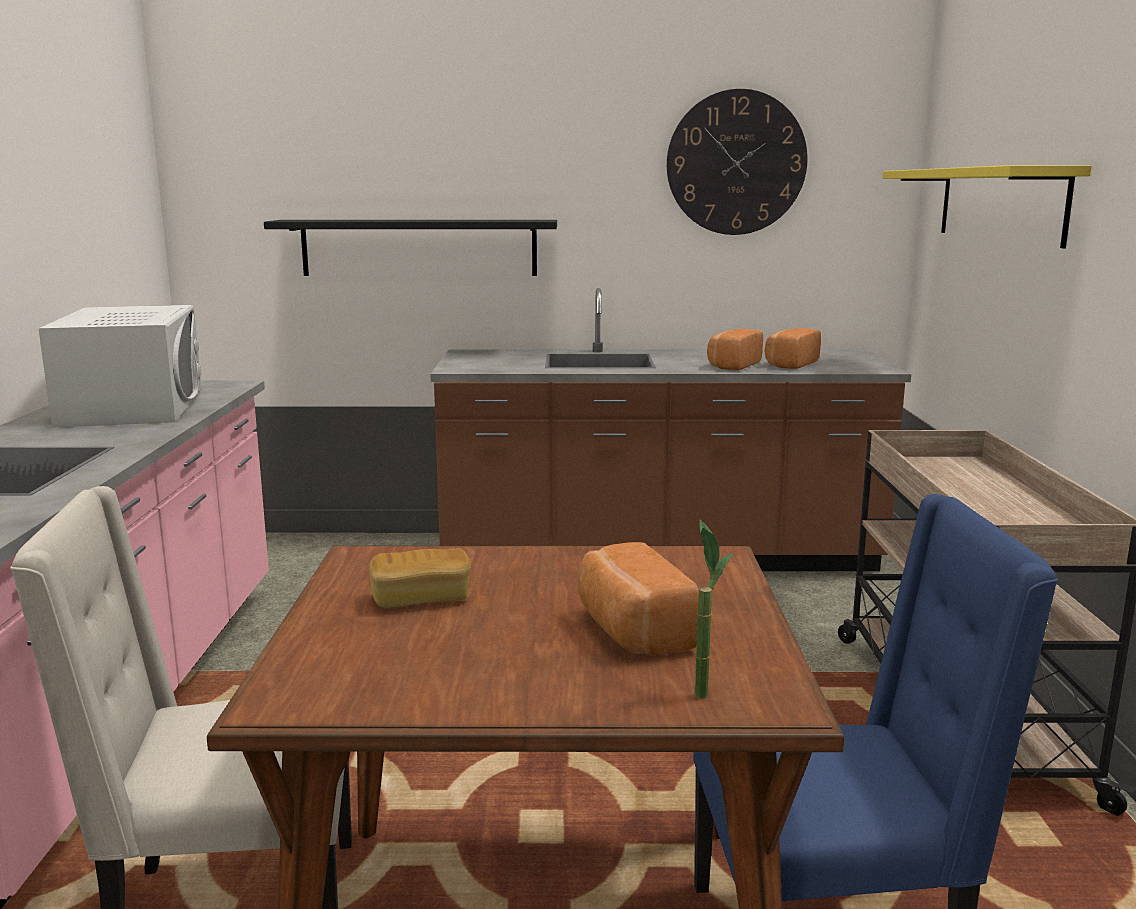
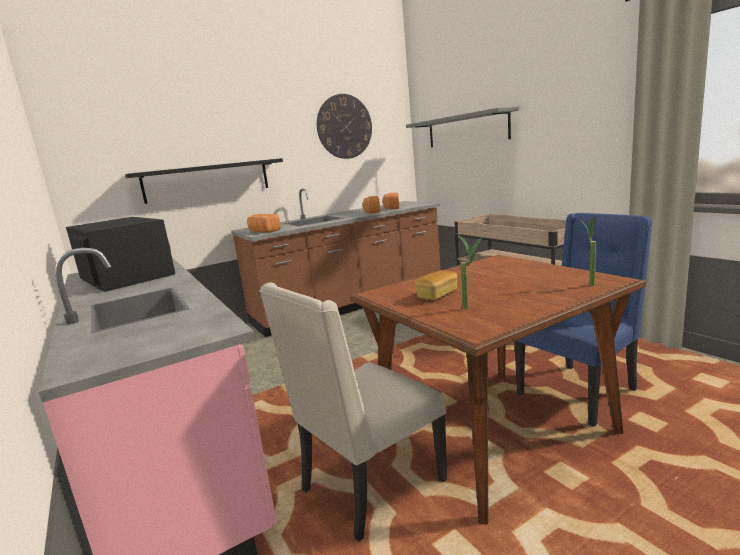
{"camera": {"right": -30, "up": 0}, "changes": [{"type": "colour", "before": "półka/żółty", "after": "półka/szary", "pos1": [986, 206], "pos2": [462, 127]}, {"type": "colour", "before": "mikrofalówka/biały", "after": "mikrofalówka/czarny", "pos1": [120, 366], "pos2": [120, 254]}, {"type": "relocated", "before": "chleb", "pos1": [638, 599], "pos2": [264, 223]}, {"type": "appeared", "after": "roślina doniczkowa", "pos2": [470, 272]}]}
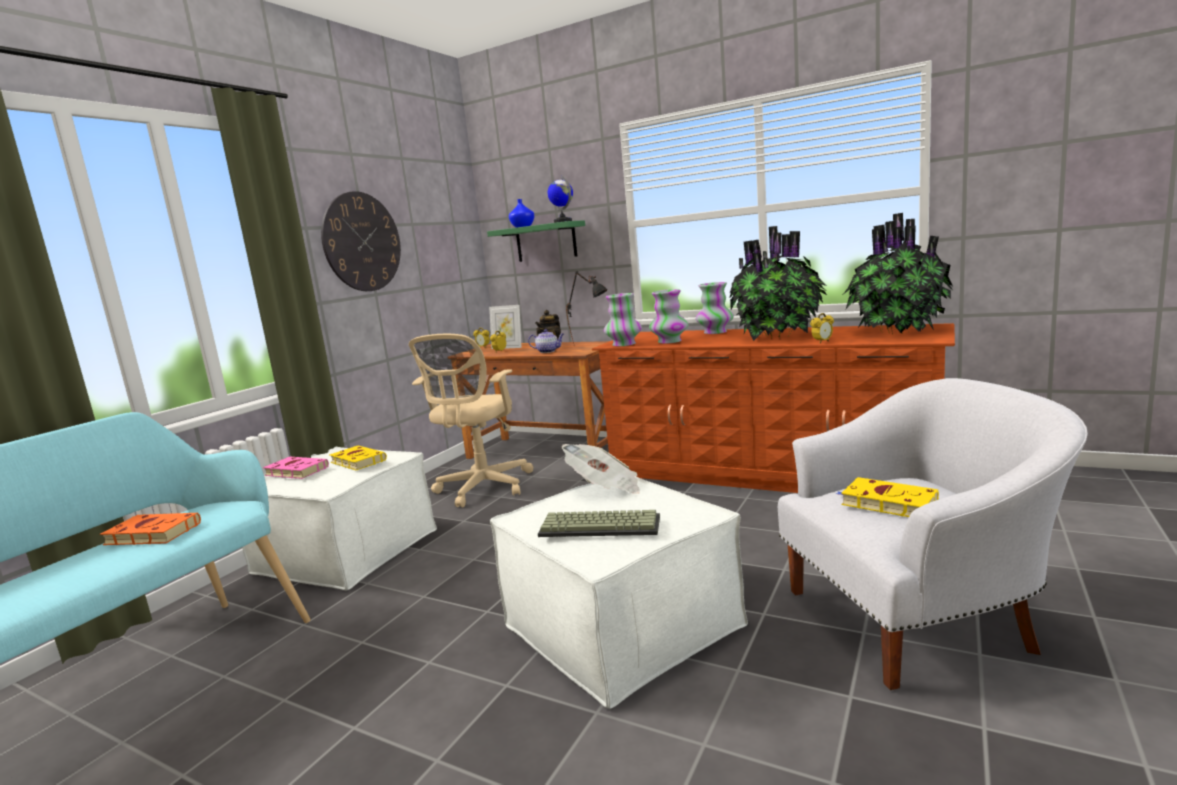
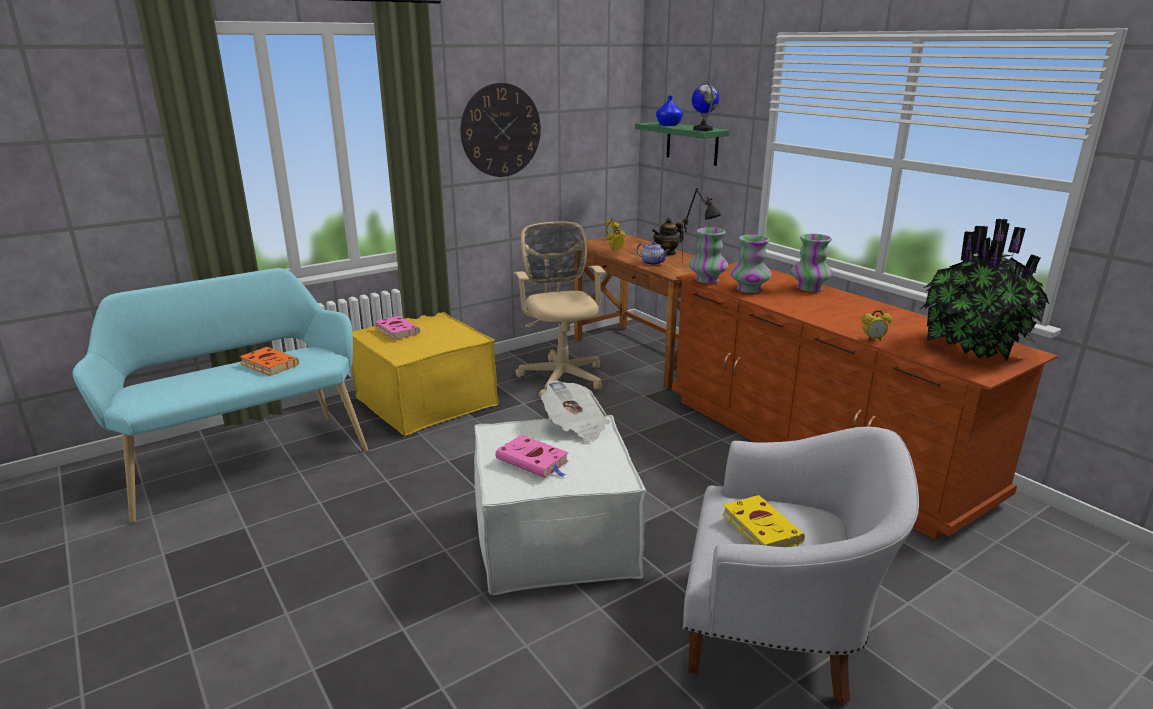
{"camera": {"right": 25, "up": 10}, "changes": [{"type": "missing", "before": "roślina doniczkowa", "pos1": [778, 283]}, {"type": "missing", "before": "ramka na zdjęcie", "pos1": [505, 327]}, {"type": "spun", "before": "krzesło biurowe/beżowy", "pos1": [471, 420], "pos2": [560, 310], "turn": 120}, {"type": "missing", "before": "książka/żółty", "pos1": [358, 457]}, {"type": "colour", "before": "pufa/biały", "after": "pufa/żółty", "pos1": [339, 518], "pos2": [425, 374]}, {"type": "exchanged", "before": "klawiatura", "after": "książka/różowy", "pos1": [599, 523], "pos2": [532, 456]}]}
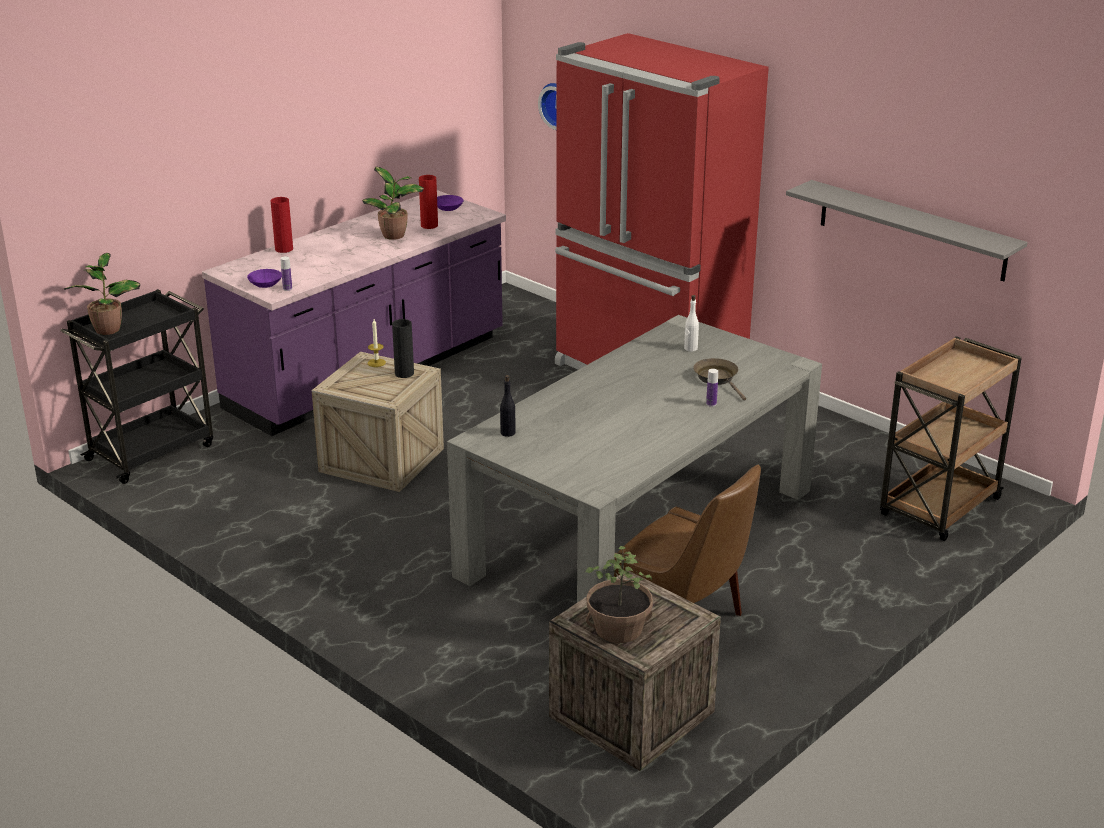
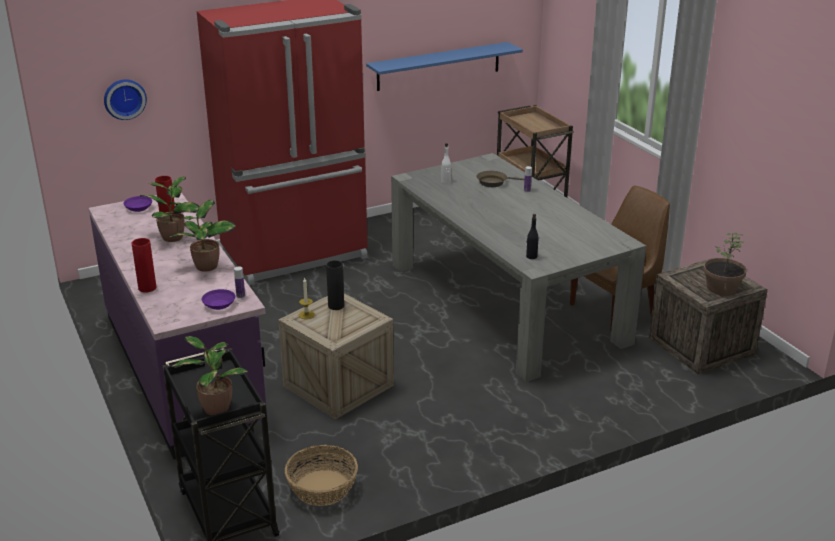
{"camera": {"right": -70, "up": 0}, "changes": [{"type": "colour", "before": "półka/szary", "after": "półka/niebieski", "pos1": [907, 230], "pos2": [444, 66]}, {"type": "appeared", "after": "roślina doniczkowa", "pos2": [203, 236]}, {"type": "appeared", "after": "koszyk", "pos2": [321, 475]}]}
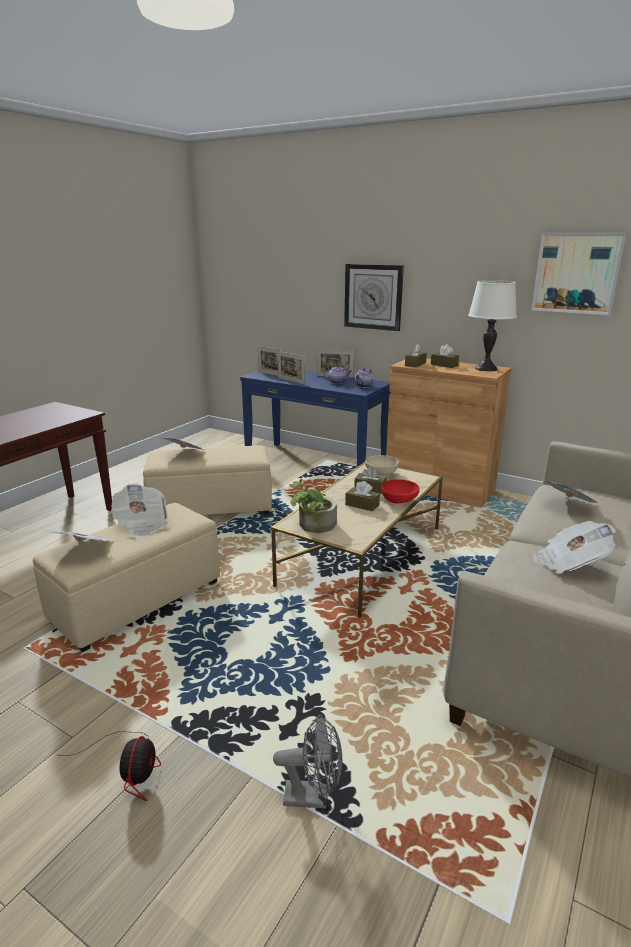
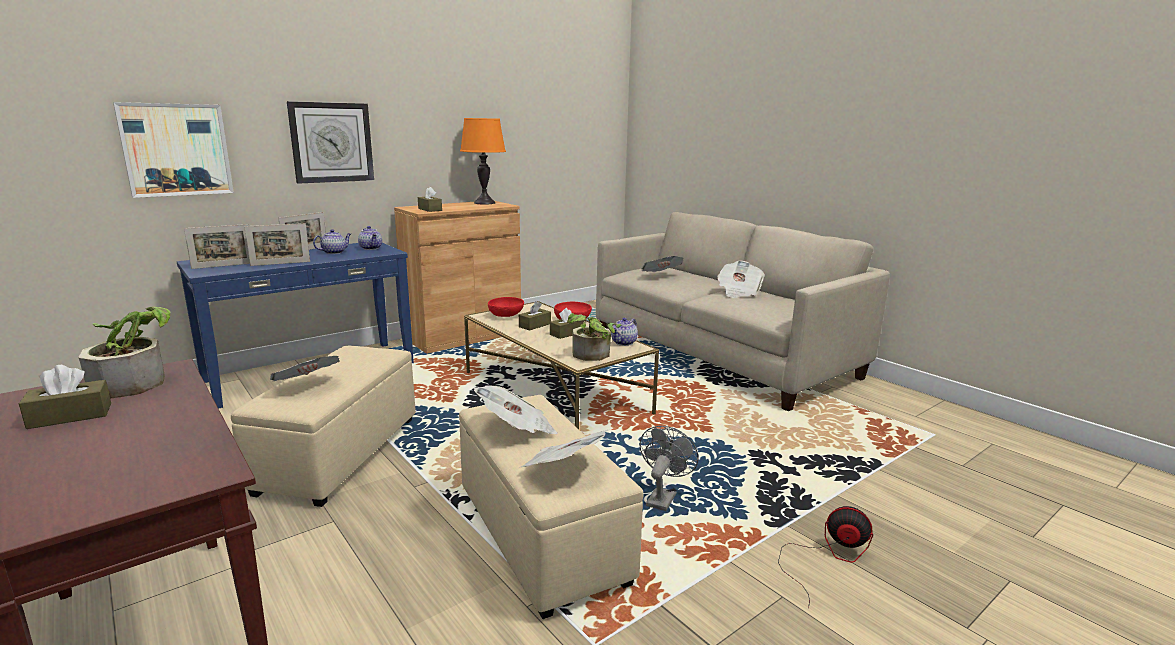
{"camera": {"right": -70, "up": -5}, "changes": [{"type": "relocated", "before": "obraz", "pos1": [578, 274], "pos2": [173, 150]}, {"type": "colour", "before": "lampa stołowa/biały", "after": "lampa stołowa/pomarańczowy", "pos1": [492, 325], "pos2": [483, 161]}, {"type": "relocated", "before": "pudełko chusteczek/brązowy", "pos1": [445, 356], "pos2": [65, 397]}, {"type": "colour", "before": "miska/beżowy", "after": "miska/czerwony", "pos1": [382, 465], "pos2": [506, 307]}, {"type": "relocated", "before": "wentylator/szary", "pos1": [307, 761], "pos2": [669, 468]}, {"type": "appeared", "after": "roślina doniczkowa", "pos2": [124, 352]}, {"type": "appeared", "after": "imbryk", "pos2": [624, 332]}]}
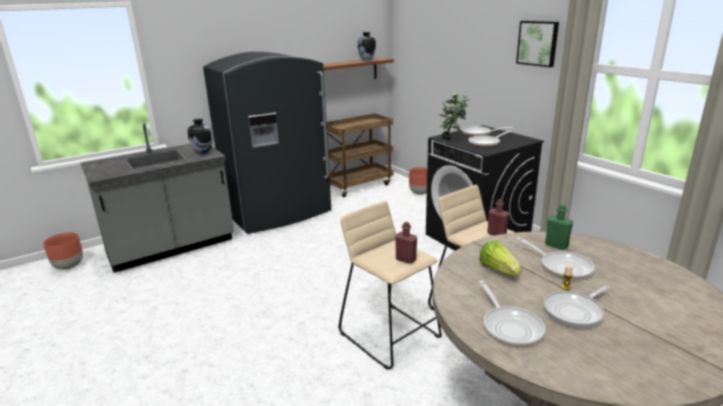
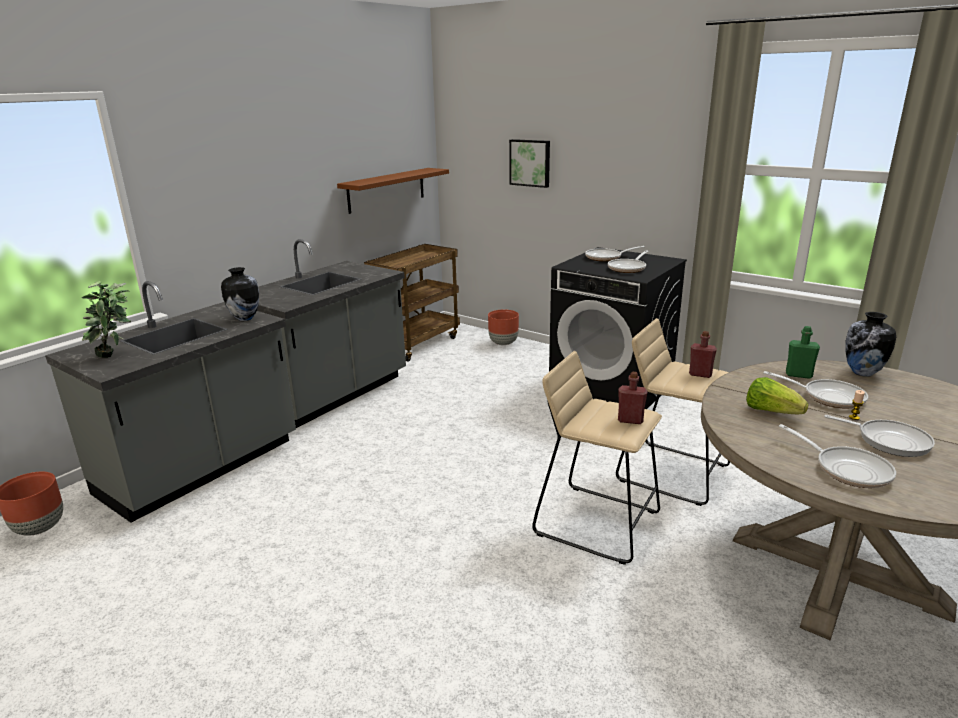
{"camera": {"right": -20, "up": 0}, "changes": [{"type": "relocated", "before": "obraz", "pos1": [537, 44], "pos2": [529, 163]}, {"type": "relocated", "before": "wazon", "pos1": [367, 46], "pos2": [870, 344]}, {"type": "exchanged", "before": "lodówka/szary", "after": "zabudowa kuchenna/szary", "pos1": [267, 143], "pos2": [331, 333]}, {"type": "relocated", "before": "roślina doniczkowa", "pos1": [455, 116], "pos2": [106, 319]}, {"type": "spun", "before": "patelnia", "pos1": [576, 307], "pos2": [879, 436], "turn": -90}]}
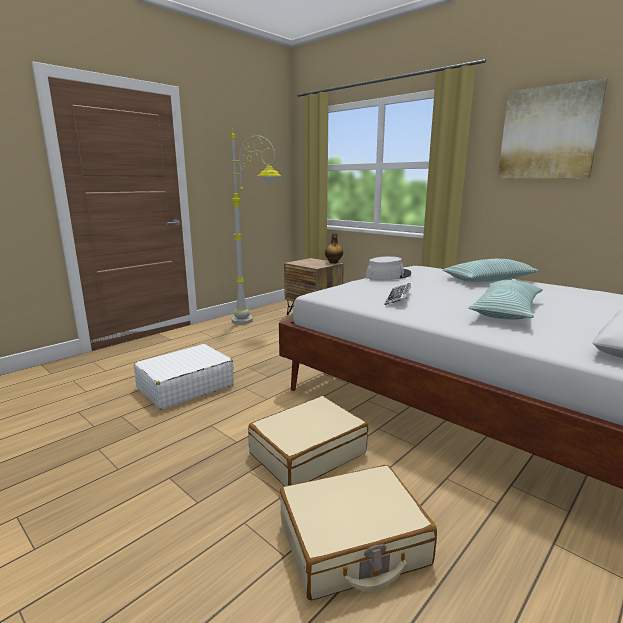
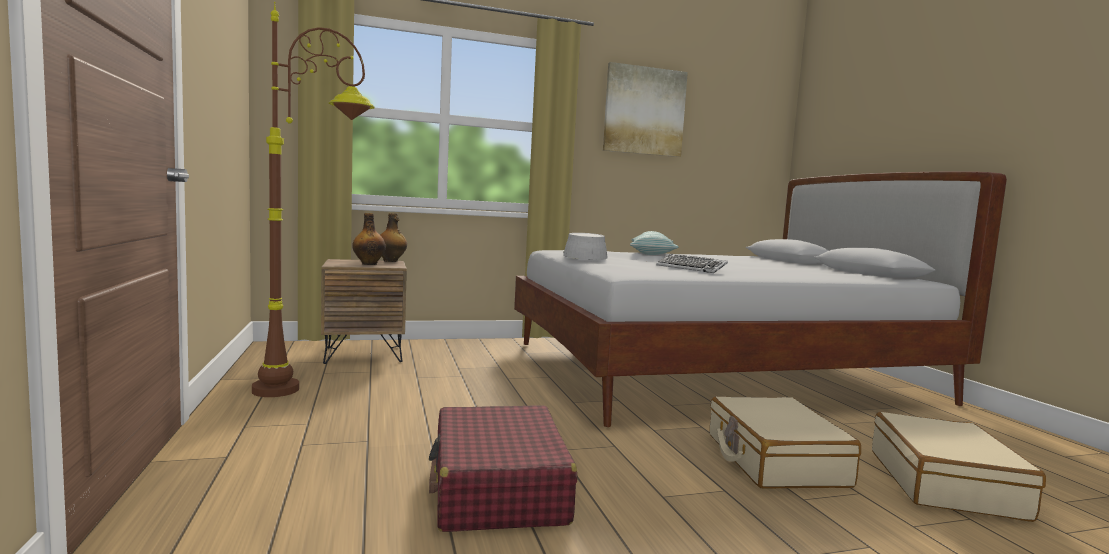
{"camera": {"right": -60, "up": -10}, "changes": [{"type": "colour", "before": "lampa stojąca/szary", "after": "lampa stojąca/brązowy", "pos1": [256, 227], "pos2": [313, 199]}, {"type": "missing", "before": "poduszka", "pos1": [506, 300]}, {"type": "colour", "before": "walizka/biały", "after": "walizka/czerwony", "pos1": [184, 377], "pos2": [503, 468]}, {"type": "appeared", "after": "butelka", "pos2": [369, 239]}]}
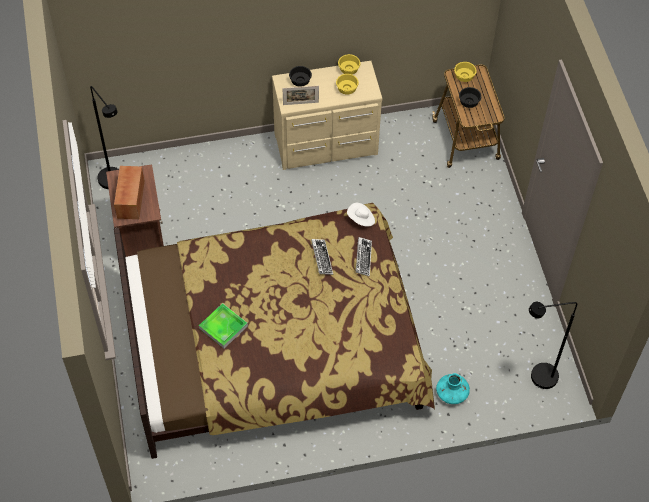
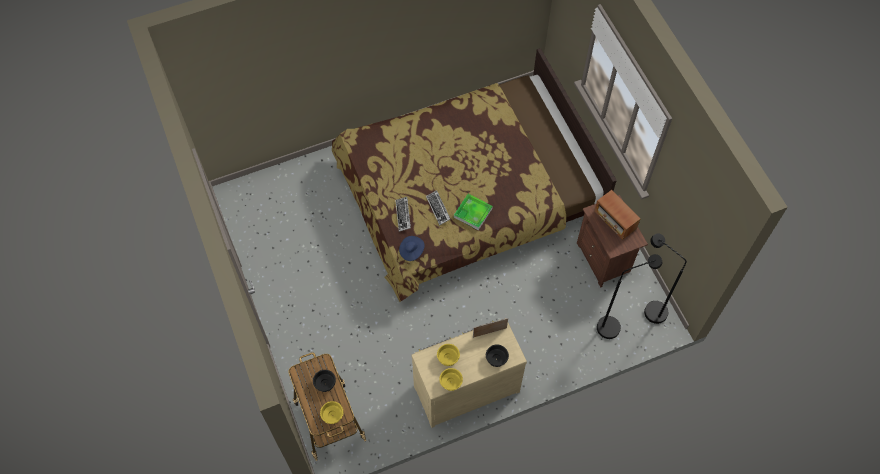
{"camera": {"right": 170, "up": 5}, "changes": [{"type": "spun", "before": "radio", "pos1": [129, 192], "pos2": [617, 215], "turn": 150}, {"type": "colour", "before": "kapelusz/biały", "after": "kapelusz/niebieski", "pos1": [361, 215], "pos2": [412, 248]}, {"type": "relocated", "before": "lampa stojąca/czarny", "pos1": [553, 345], "pos2": [629, 296]}, {"type": "relocated", "before": "taca", "pos1": [223, 325], "pos2": [473, 212]}, {"type": "missing", "before": "wazon/turkusowy", "pos1": [453, 388]}]}
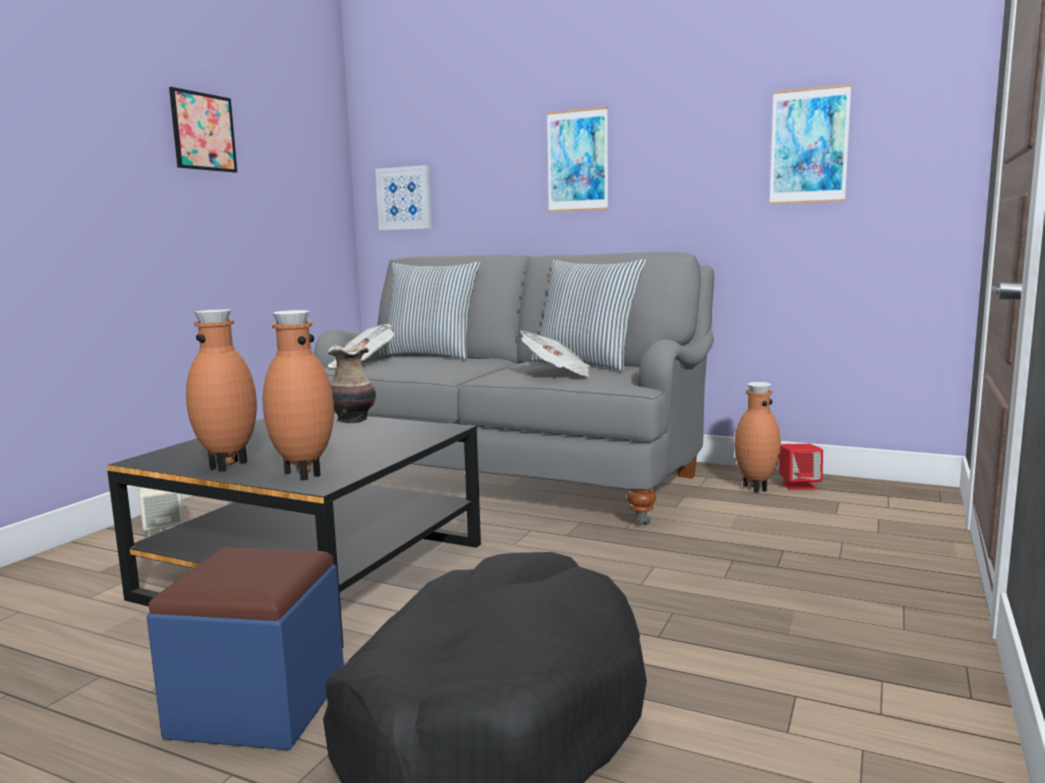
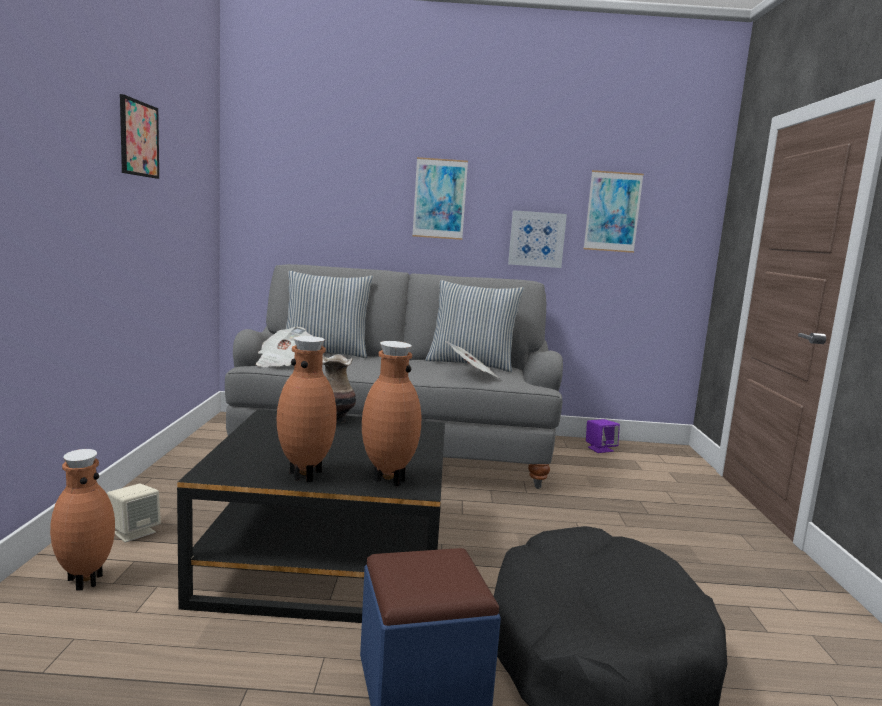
{"camera": {"right": -25, "up": 0}, "changes": [{"type": "relocated", "before": "obraz", "pos1": [403, 197], "pos2": [537, 239]}, {"type": "relocated", "before": "wazon/brązowy", "pos1": [757, 437], "pos2": [82, 519]}, {"type": "colour", "before": "głośnik/czerwony", "after": "głośnik/fioletowy", "pos1": [801, 467], "pos2": [603, 436]}]}
